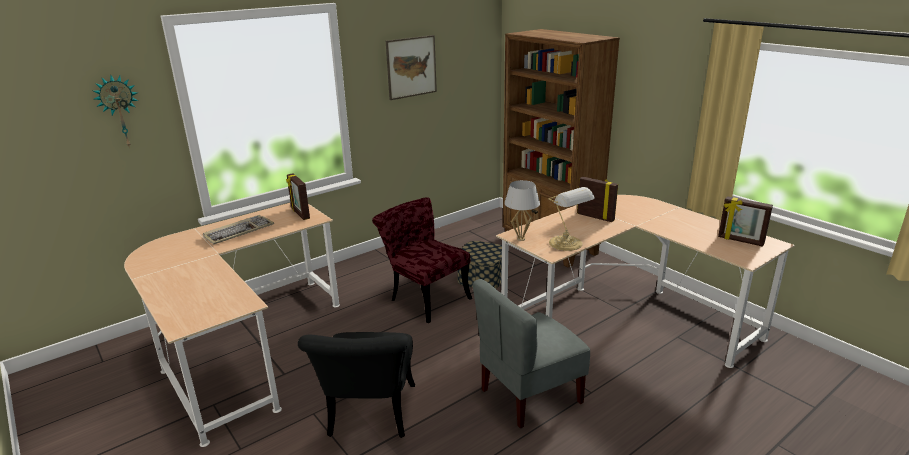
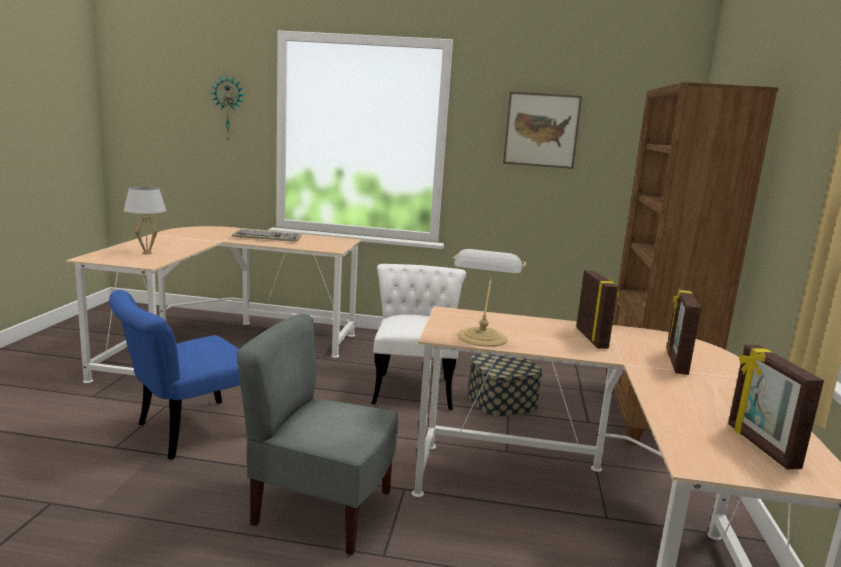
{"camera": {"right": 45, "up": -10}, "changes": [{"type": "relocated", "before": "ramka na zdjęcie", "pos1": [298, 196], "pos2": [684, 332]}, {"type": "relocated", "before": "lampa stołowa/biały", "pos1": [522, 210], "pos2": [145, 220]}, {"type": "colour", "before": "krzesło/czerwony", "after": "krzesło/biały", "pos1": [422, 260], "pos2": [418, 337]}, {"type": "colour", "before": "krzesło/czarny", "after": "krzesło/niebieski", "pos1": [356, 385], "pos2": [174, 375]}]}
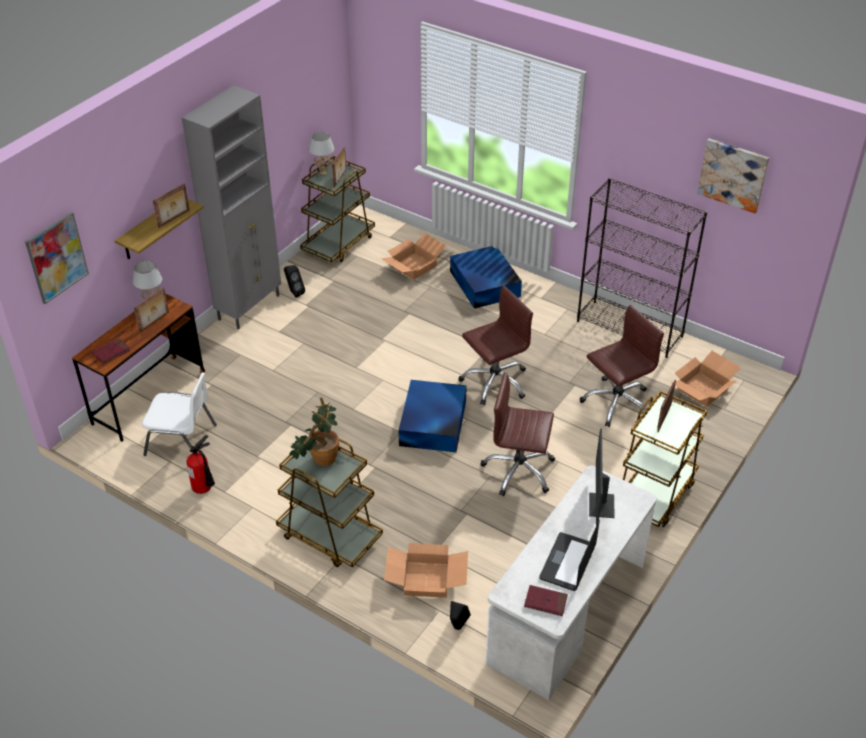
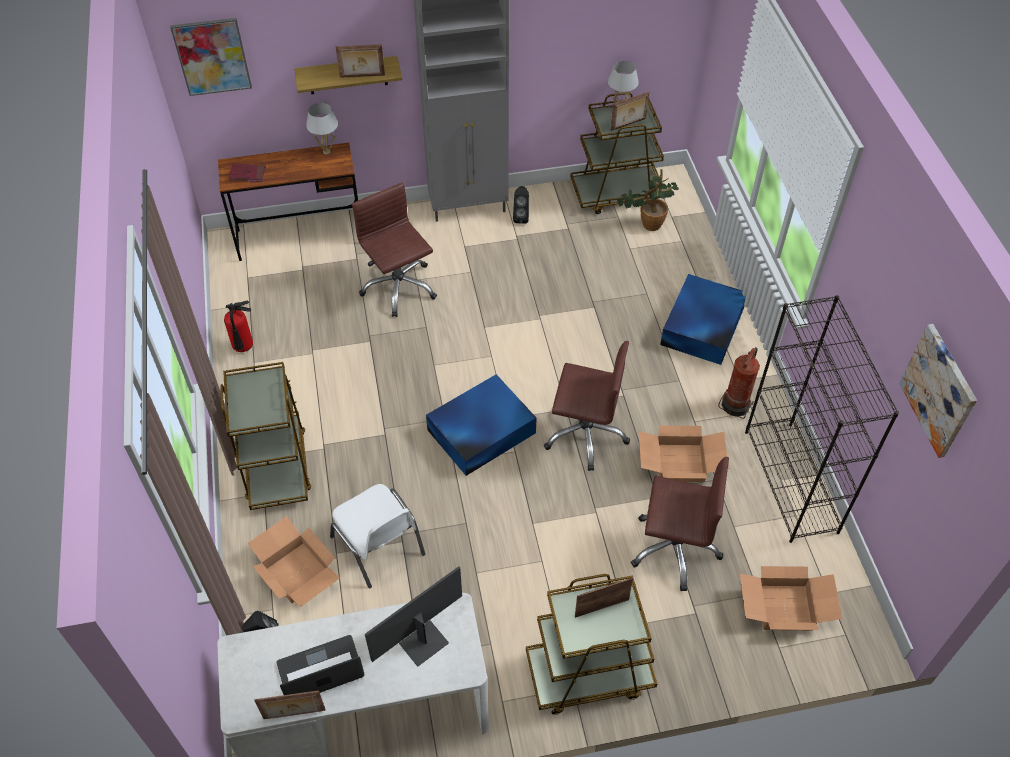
{"camera": {"right": 45, "up": 10}, "changes": [{"type": "relocated", "before": "karton", "pos1": [414, 256], "pos2": [683, 454]}, {"type": "relocated", "before": "ramka na zdjęcie", "pos1": [151, 310], "pos2": [290, 704]}, {"type": "relocated", "before": "krzesło/biały", "pos1": [179, 414], "pos2": [377, 536]}, {"type": "relocated", "before": "krzesło biurowe/brązowy", "pos1": [518, 434], "pos2": [394, 249]}, {"type": "relocated", "before": "roślina doniczkowa", "pos1": [314, 431], "pos2": [648, 200]}, {"type": "missing", "before": "książka/czerwony", "pos1": [546, 600]}, {"type": "appeared", "after": "gaśnica", "pos2": [739, 383]}]}
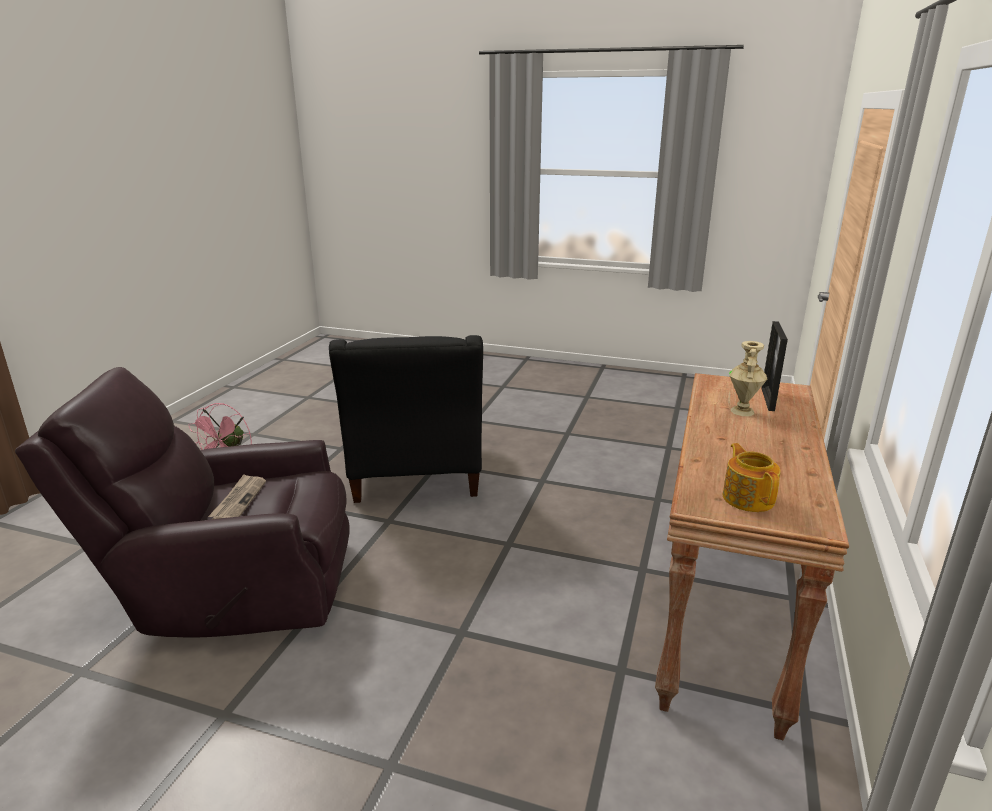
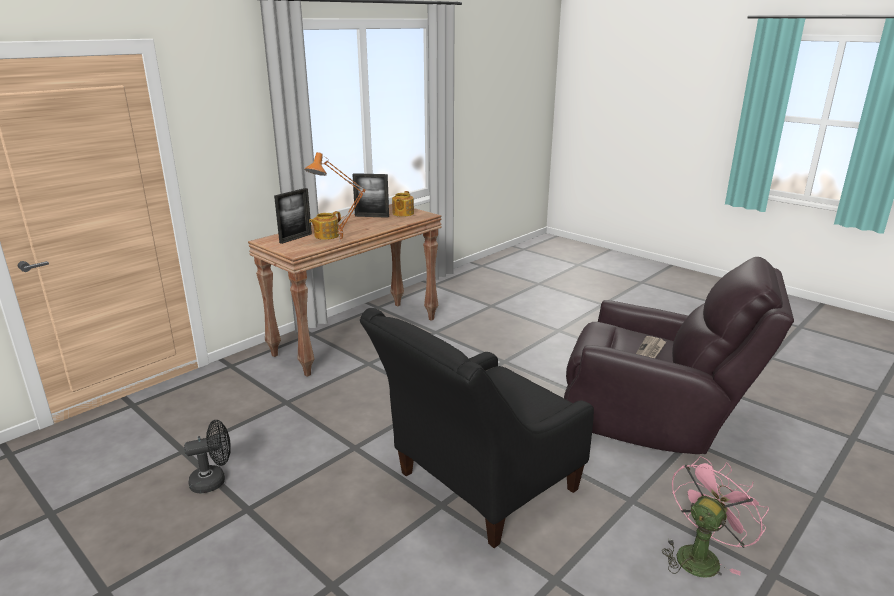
{"camera": {"right": -155, "up": 0}, "changes": [{"type": "spun", "before": "fotel/czarny", "pos1": [406, 419], "pos2": [477, 428], "turn": -150}, {"type": "exchanged", "before": "wazon/beżowy", "after": "imbryk", "pos1": [748, 378], "pos2": [325, 225]}, {"type": "appeared", "after": "lampa stołowa/pomarańczowy", "pos2": [335, 197]}, {"type": "appeared", "after": "ramka na zdjęcie", "pos2": [370, 195]}, {"type": "appeared", "after": "wentylator/czarny", "pos2": [207, 457]}]}
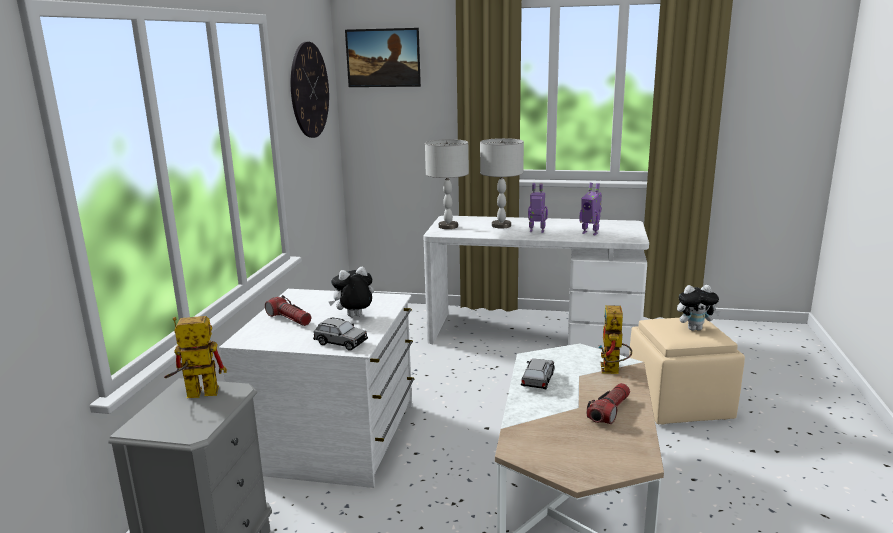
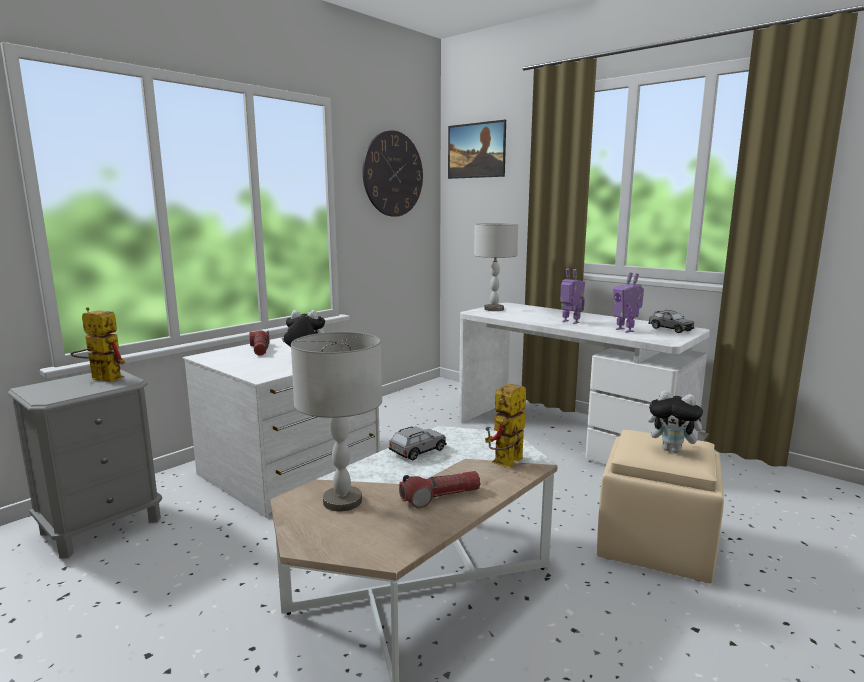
{"camera": {"right": 30, "up": -5}, "changes": [{"type": "relocated", "before": "lampa stołowa/szary", "pos1": [502, 183], "pos2": [336, 421]}, {"type": "relocated", "before": "samochodzik/szary", "pos1": [340, 334], "pos2": [671, 321]}]}
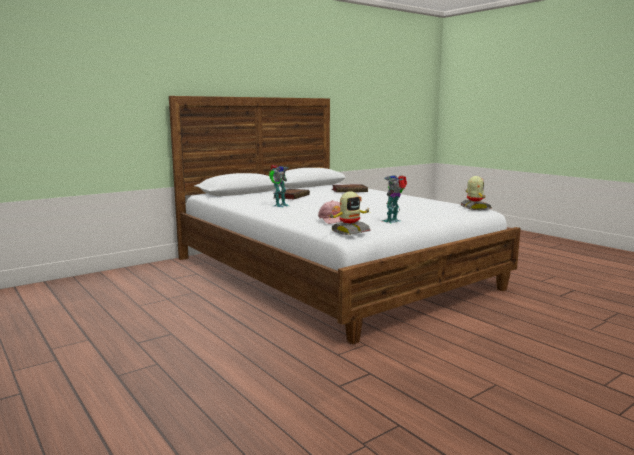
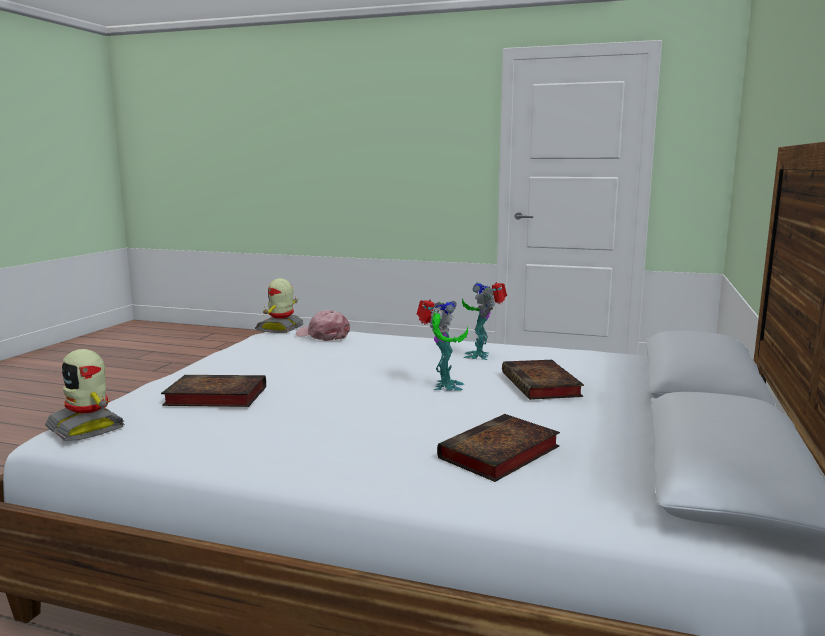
{"camera": {"right": 145, "up": 0}, "changes": [{"type": "relocated", "before": "robot zabawkowy", "pos1": [394, 199], "pos2": [442, 345]}, {"type": "appeared", "after": "książka", "pos2": [213, 391]}]}
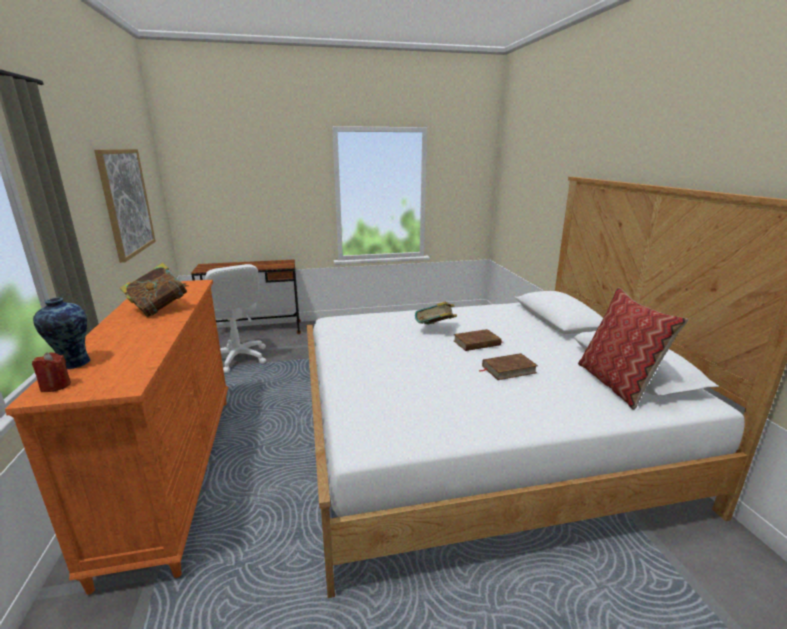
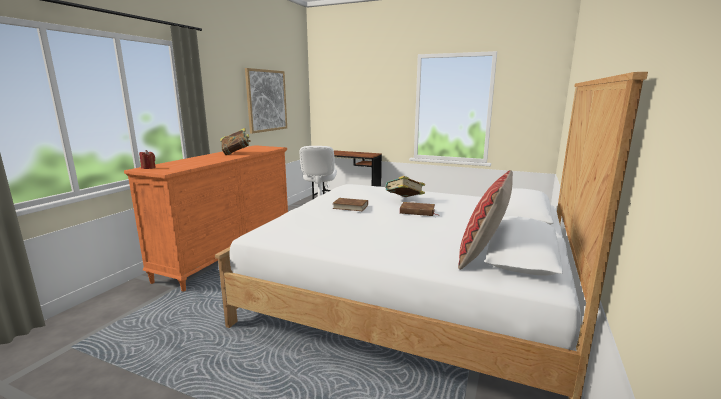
{"camera": {"right": 35, "up": -5}, "changes": [{"type": "missing", "before": "wazon", "pos1": [62, 333]}, {"type": "relocated", "before": "książka/brązowy", "pos1": [508, 366], "pos2": [350, 204]}]}
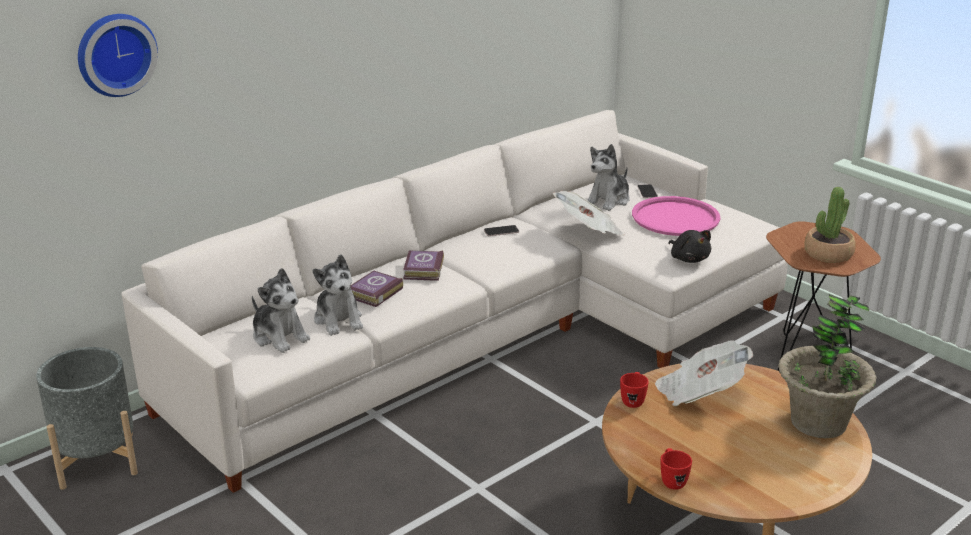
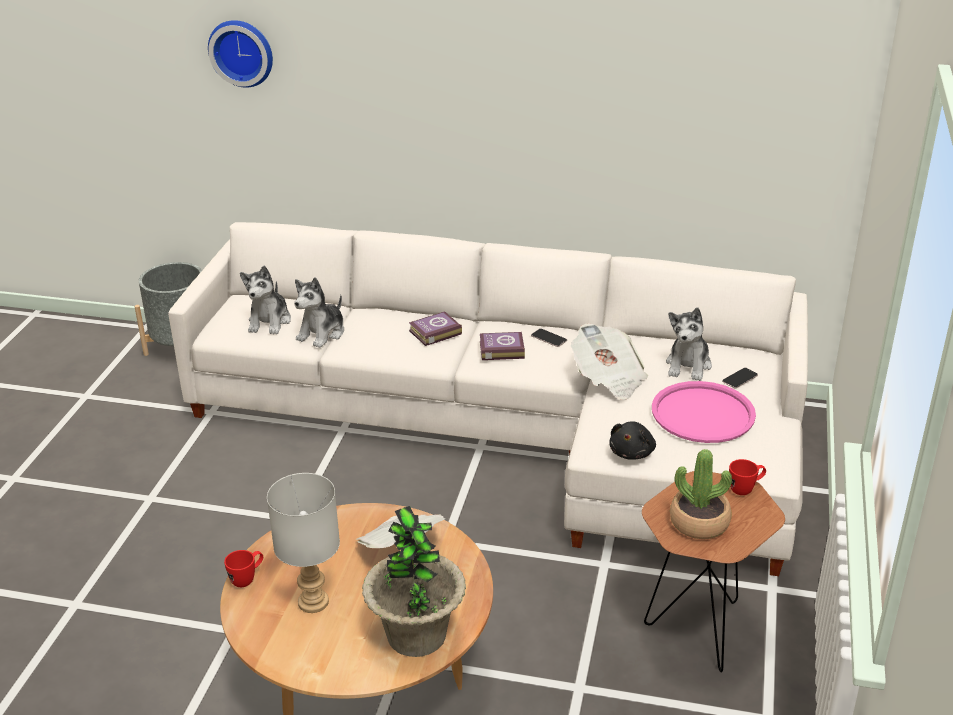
{"camera": {"right": 55, "up": 5}, "changes": [{"type": "spun", "before": "pluszak", "pos1": [608, 177], "pos2": [689, 344], "turn": -75}, {"type": "relocated", "before": "książka", "pos1": [377, 288], "pos2": [502, 346]}, {"type": "relocated", "before": "kubek/czerwony", "pos1": [634, 390], "pos2": [747, 477]}, {"type": "appeared", "after": "lampa stołowa/szary", "pos2": [303, 543]}]}
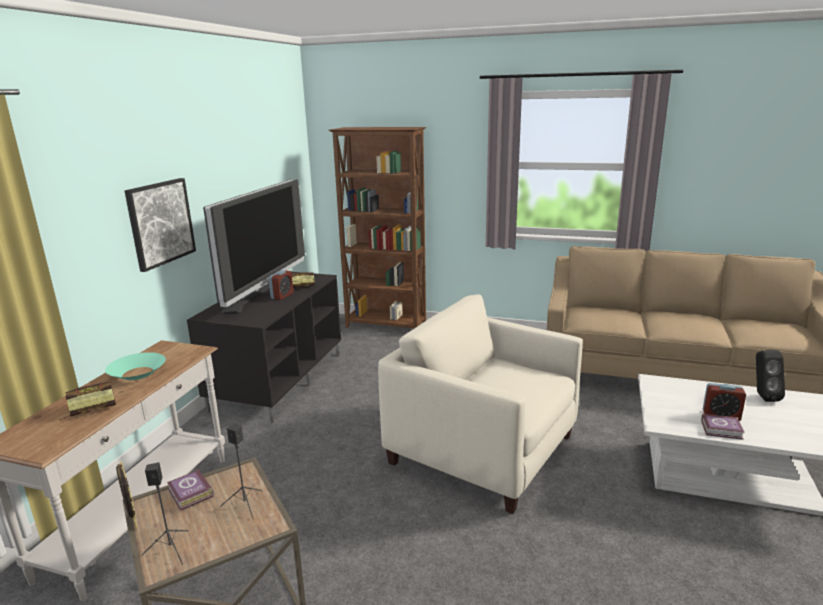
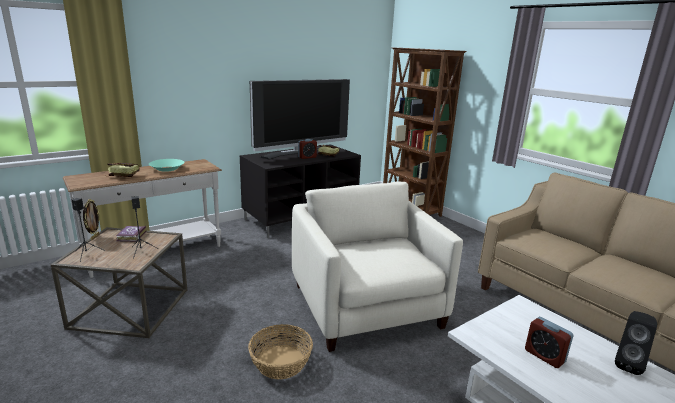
{"camera": {"right": 35, "up": 0}, "changes": [{"type": "missing", "before": "obraz", "pos1": [160, 225]}, {"type": "missing", "before": "książka", "pos1": [723, 426]}, {"type": "appeared", "after": "koszyk", "pos2": [280, 351]}]}
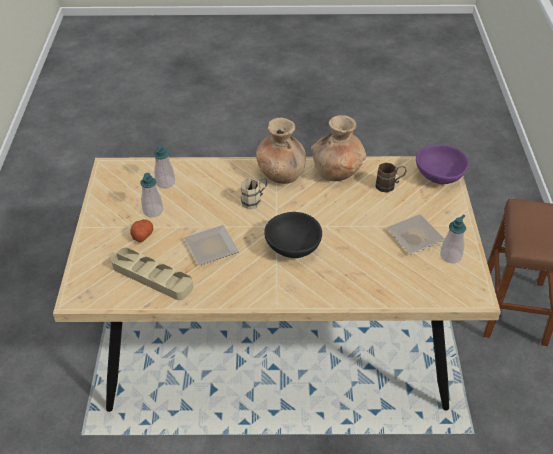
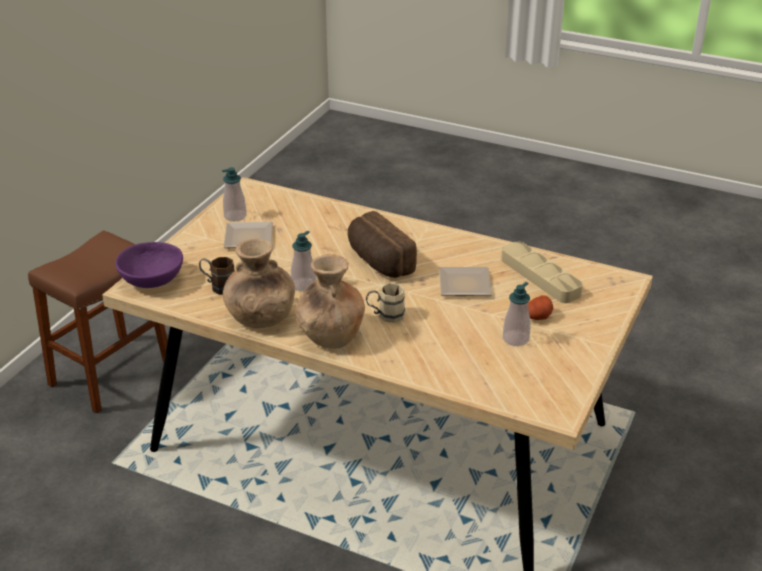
{"camera": {"right": -155, "up": -10}, "changes": [{"type": "relocated", "before": "dozownik mydła", "pos1": [164, 166], "pos2": [303, 261]}, {"type": "exchanged", "before": "miska/czarny", "after": "chleb", "pos1": [293, 235], "pos2": [382, 244]}]}
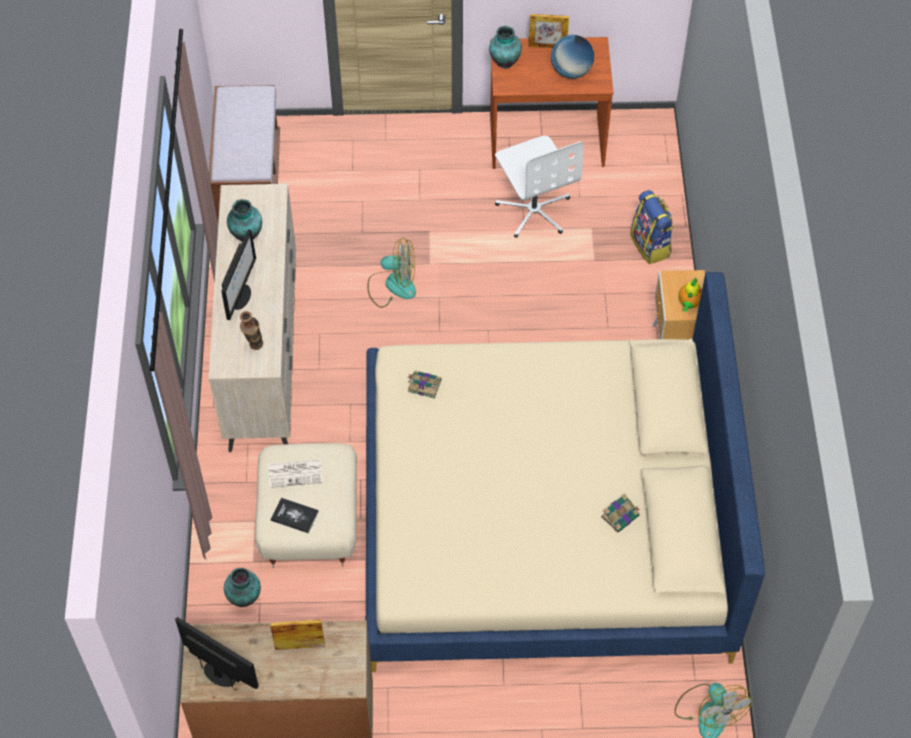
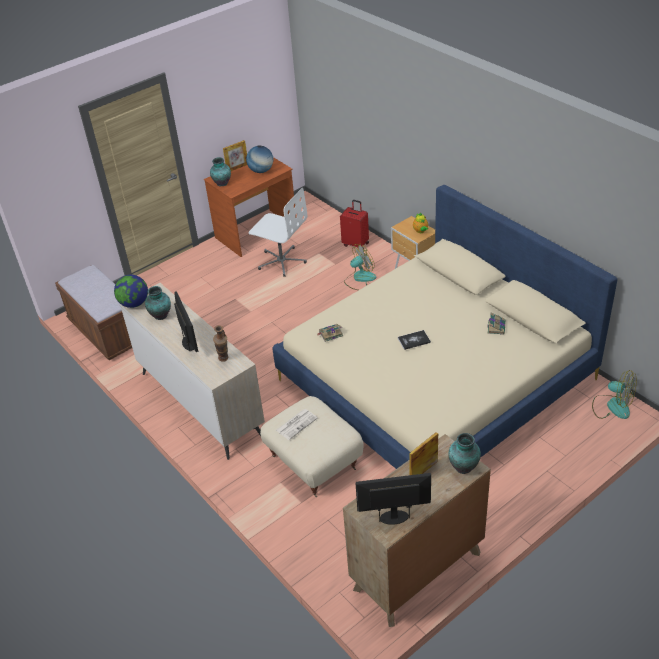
{"camera": {"right": -35, "up": -15}, "changes": [{"type": "exchanged", "before": "plecak", "after": "walizka/czerwony", "pos1": [652, 227], "pos2": [354, 224]}, {"type": "relocated", "before": "wentylator", "pos1": [391, 272], "pos2": [360, 267]}, {"type": "relocated", "before": "książka", "pos1": [294, 515], "pos2": [414, 340]}, {"type": "relocated", "before": "wazon", "pos1": [242, 587], "pos2": [464, 453]}, {"type": "appeared", "after": "globus", "pos2": [131, 291]}]}
